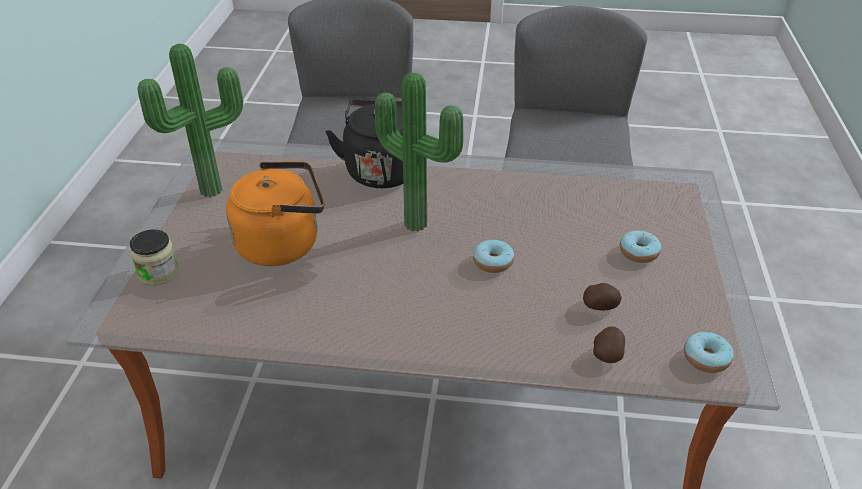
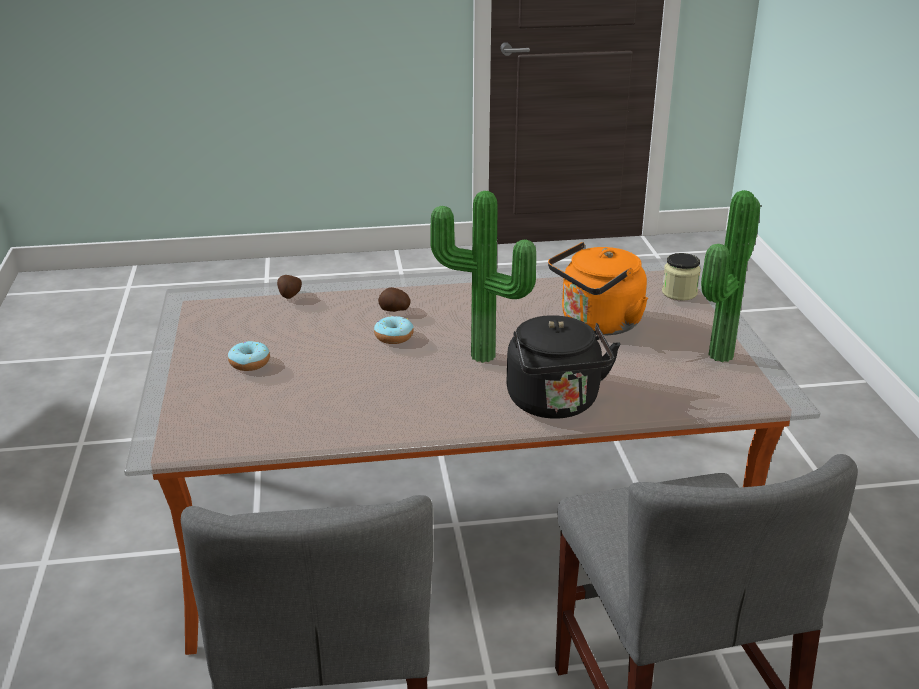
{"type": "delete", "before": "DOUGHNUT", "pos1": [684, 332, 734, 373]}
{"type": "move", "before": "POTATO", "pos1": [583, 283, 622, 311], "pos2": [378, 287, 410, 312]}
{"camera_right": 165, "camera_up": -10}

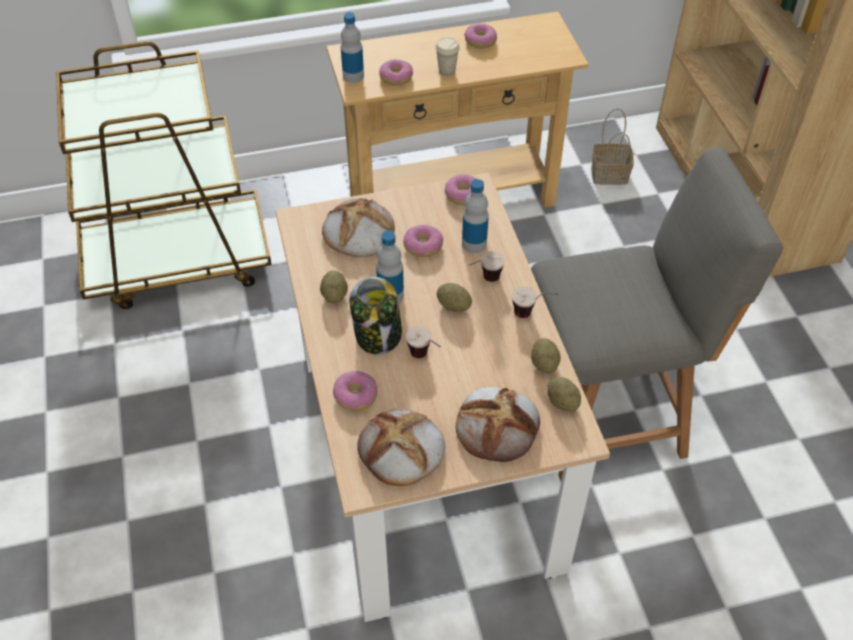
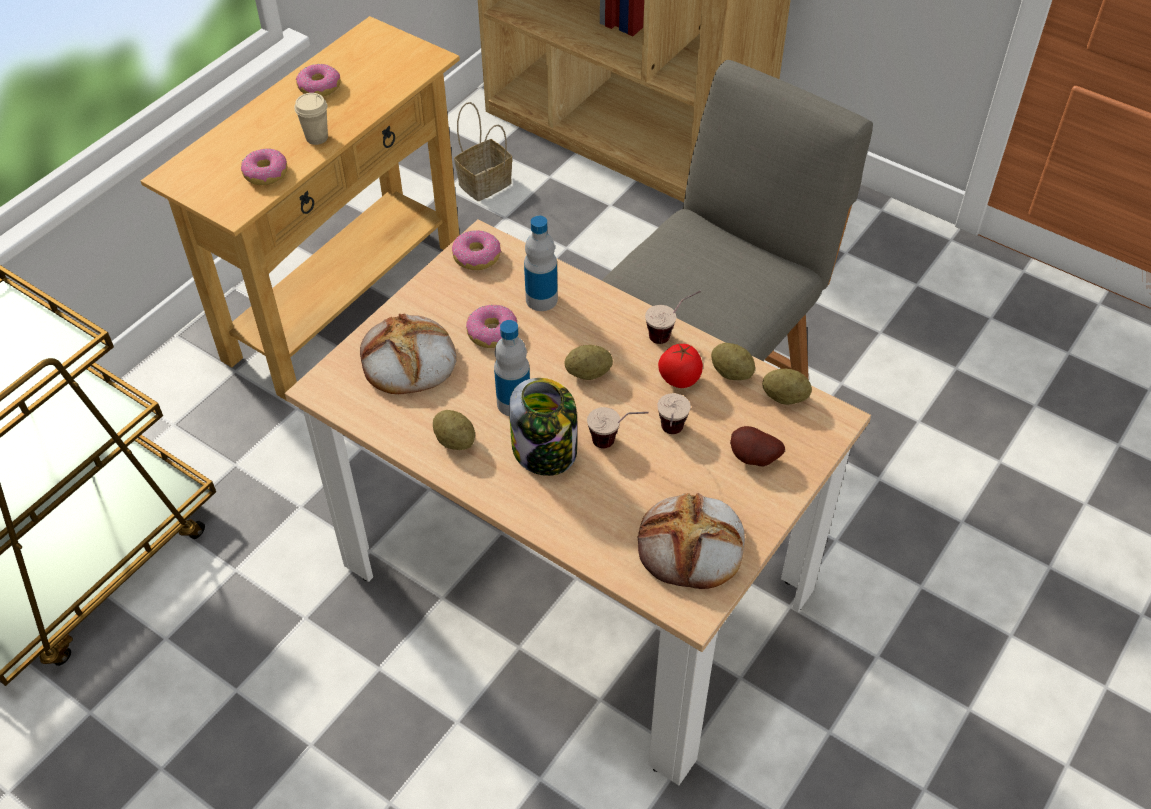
{"type": "delete", "before": "DOUGHNUT", "pos1": [333, 371, 378, 411]}
{"type": "delete", "before": "BEVERAGE BOTTLE", "pos1": [341, 12, 364, 83]}
{"type": "insert", "after": "TOMATO", "pos2": [658, 343, 703, 388]}
{"type": "move", "before": "SMALL CUP", "pos1": [469, 251, 505, 282], "pos2": [657, 393, 691, 434]}
{"type": "replace", "before": "BAKERY BREAD", "after": "POTATO", "pos1": [456, 387, 540, 462], "pos2": [730, 426, 785, 467]}
{"camera_right": -40, "camera_up": 0}

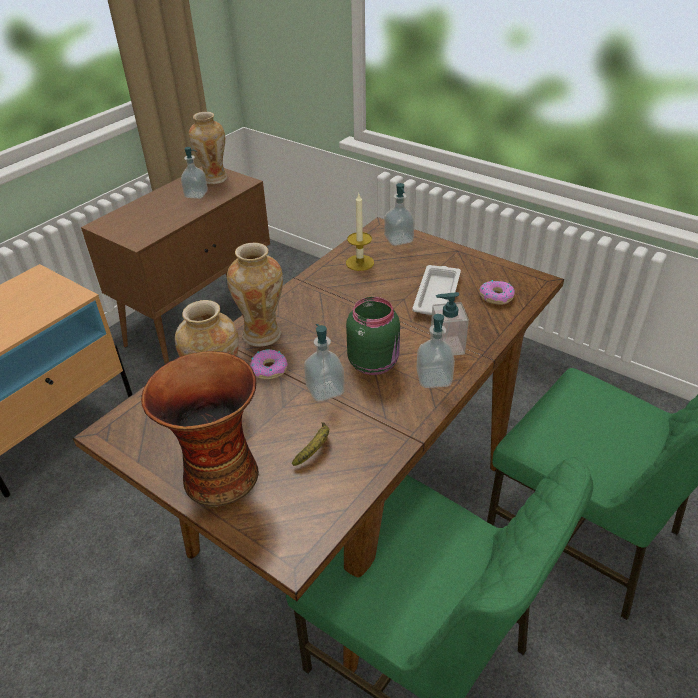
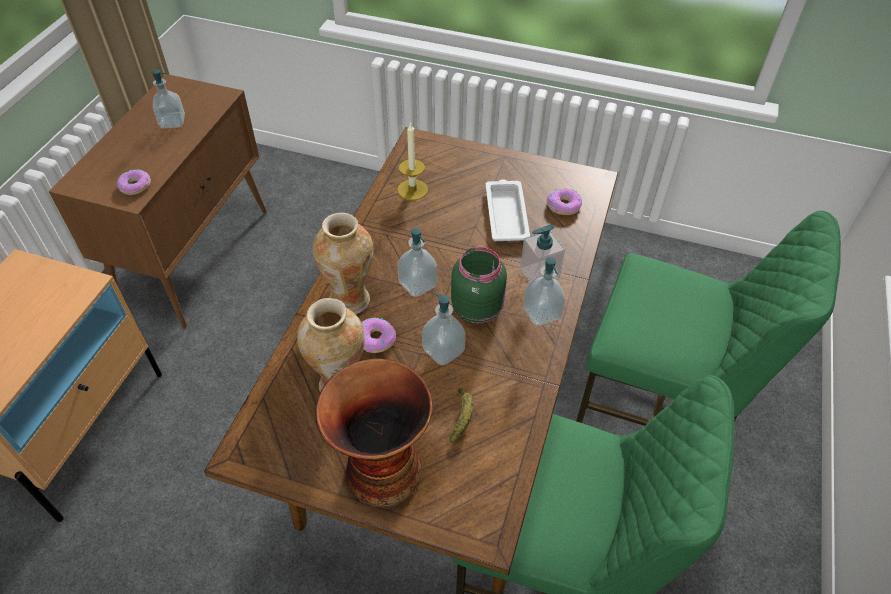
{"type": "delete", "before": "VASE", "pos1": [189, 112, 227, 184]}
{"type": "insert", "after": "DOUGHNUT", "pos2": [117, 169, 151, 195]}
{"type": "move", "before": "SOAP BOTTLE", "pos1": [384, 183, 415, 246], "pos2": [397, 228, 438, 297]}
{"camera_right": -20, "camera_up": 10}

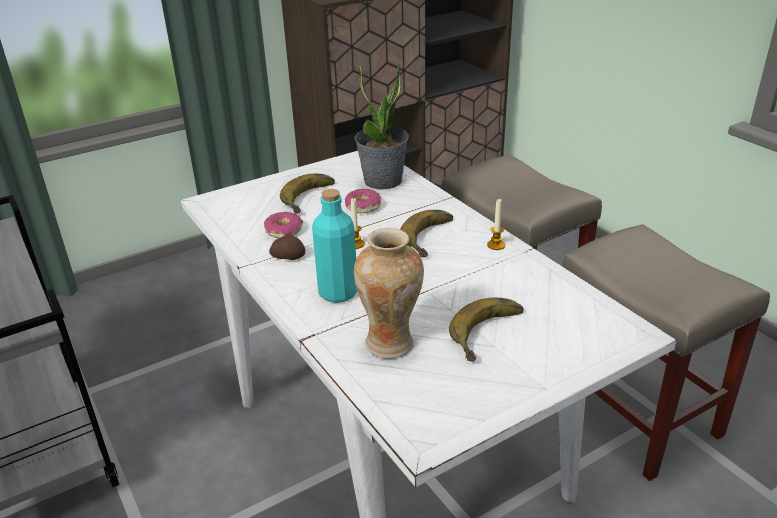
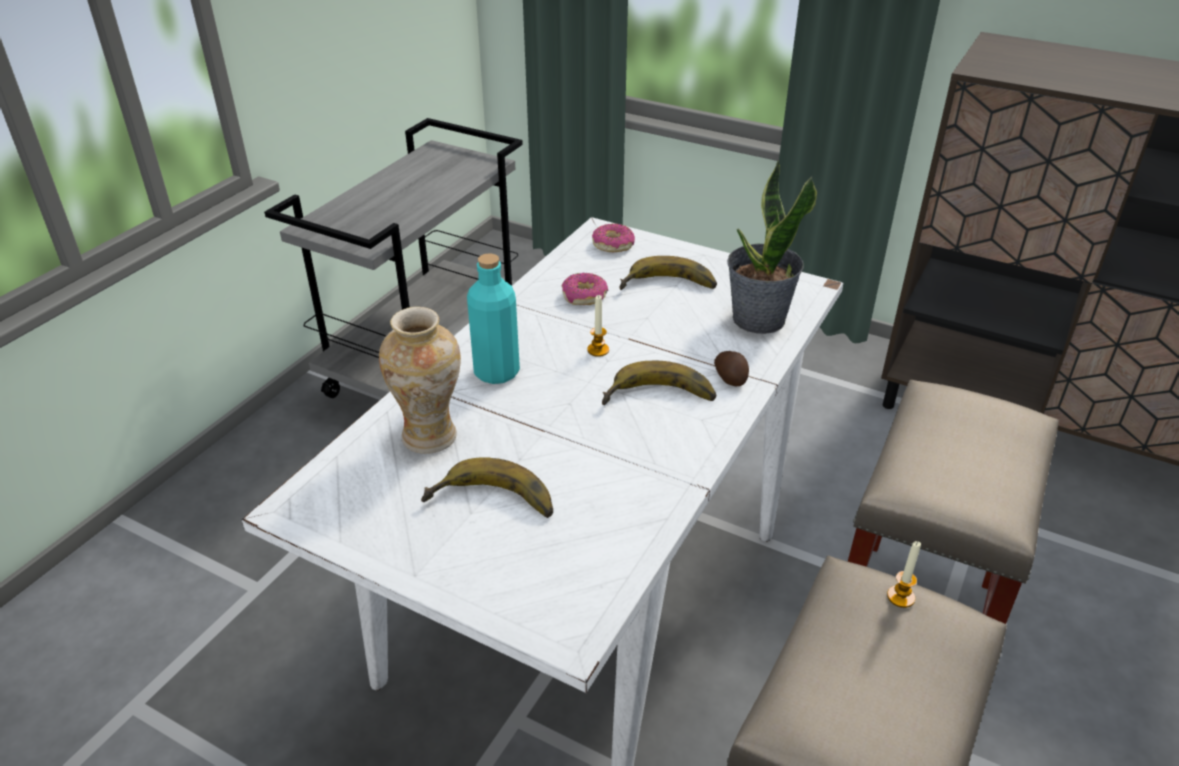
{"type": "move", "before": "POTATO", "pos1": [269, 235, 305, 260], "pos2": [714, 351, 749, 386]}
{"type": "move", "before": "DOUGHNUT", "pos1": [345, 189, 381, 213], "pos2": [592, 224, 635, 252]}
{"type": "move", "before": "WAX CANDLE", "pos1": [487, 199, 505, 250], "pos2": [887, 541, 921, 608]}
{"camera_right": 60, "camera_up": 5}

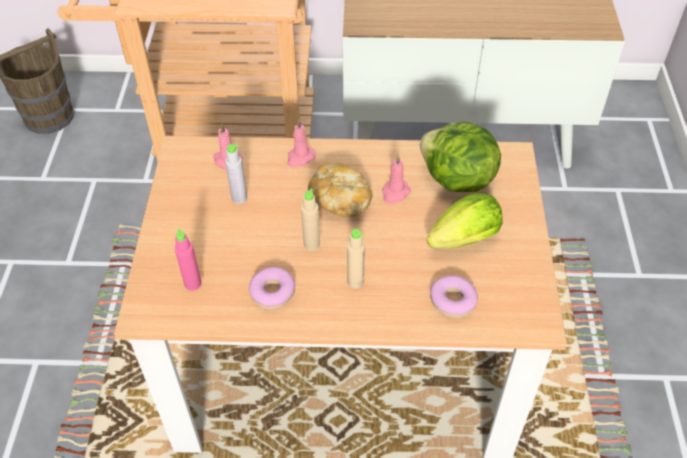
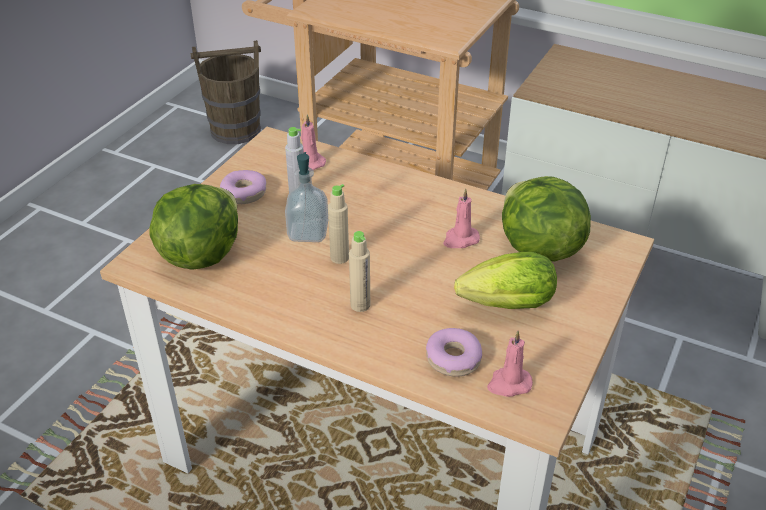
{"type": "delete", "before": "BAKERY BREAD", "pos1": [308, 162, 373, 217]}
{"type": "insert", "after": "SOAP BOTTLE", "pos2": [285, 152, 328, 242]}
{"type": "move", "before": "DOUGHNUT", "pos1": [249, 267, 295, 309], "pos2": [220, 170, 266, 204]}
{"type": "move", "before": "PINK WAX CANDLE", "pos1": [287, 119, 316, 167], "pos2": [487, 331, 533, 397]}
{"type": "replace", "before": "PINK BEVERAGE BOTTLE", "after": "LETTUCE", "pos1": [175, 228, 202, 291], "pos2": [149, 184, 238, 270]}
{"camera_right": 25, "camera_up": -10}

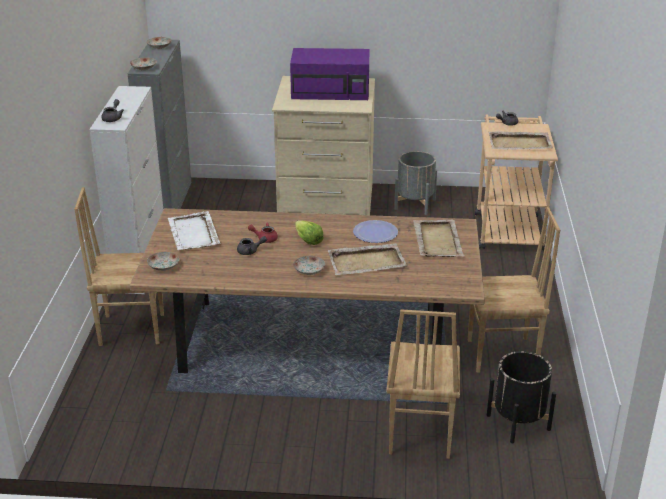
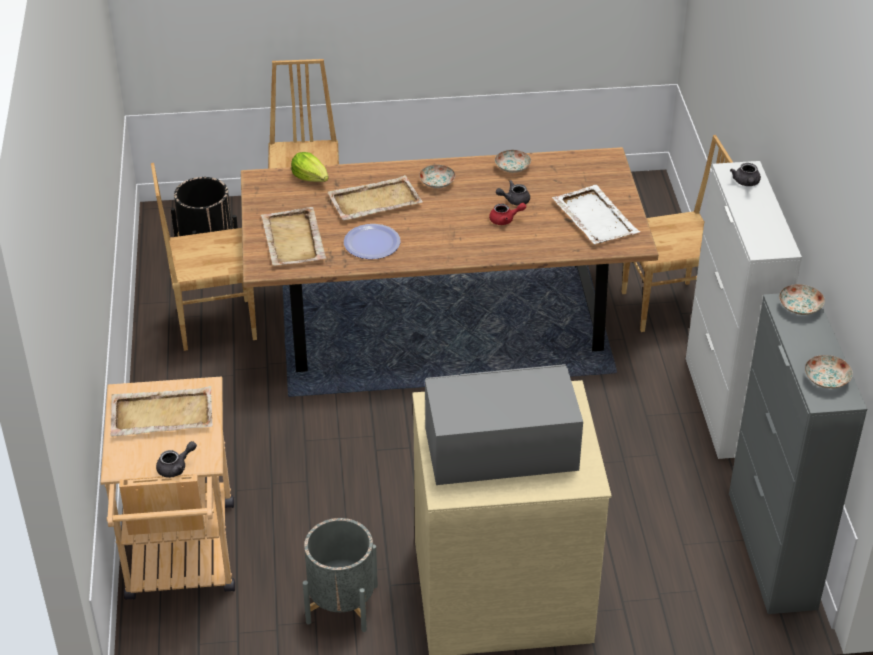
{"type": "move", "before": "PLATE", "pos1": [147, 252, 179, 271], "pos2": [495, 150, 531, 173]}
{"type": "move", "before": "LETTUCE", "pos1": [295, 220, 324, 245], "pos2": [291, 152, 329, 182]}
{"type": "recolor", "before": "PURPLISH KITCHEN MICROWAVE", "after": "GREYISH KITCHEN MICROWAVE", "pos1": [290, 48, 369, 100], "pos2": [425, 364, 583, 485]}
{"camera_right": 170, "camera_up": 10}

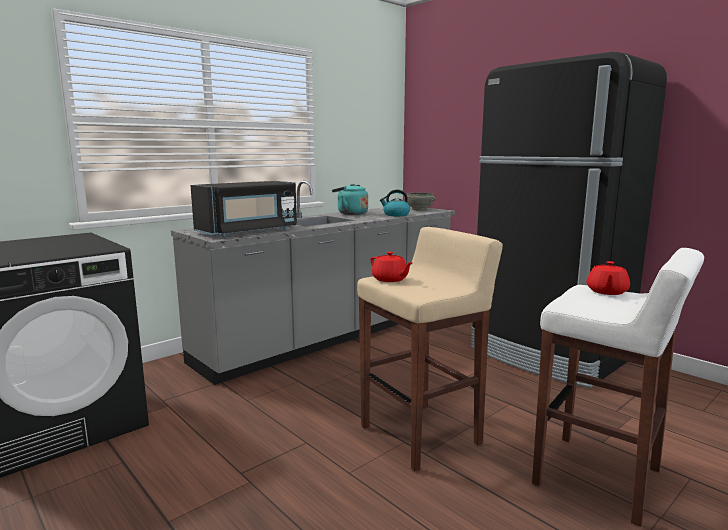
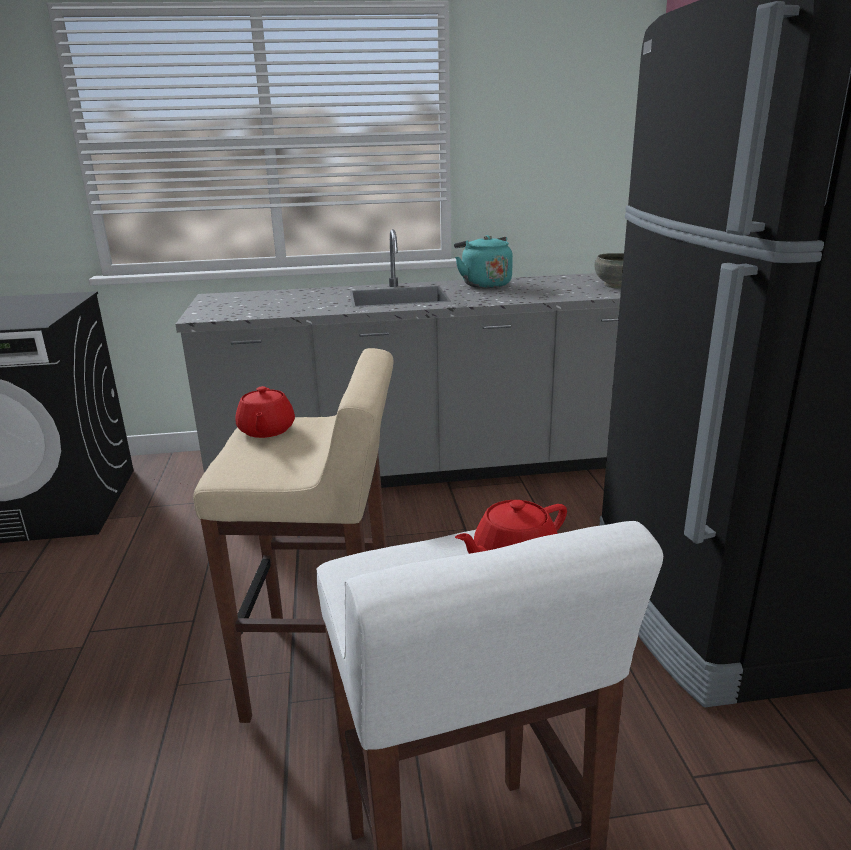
{"type": "delete", "before": "BLACKISH KITCHEN MICROWAVE", "pos1": [190, 181, 297, 237]}
{"type": "delete", "before": "KETTLE", "pos1": [380, 190, 410, 216]}
{"camera_right": 35, "camera_up": 10}

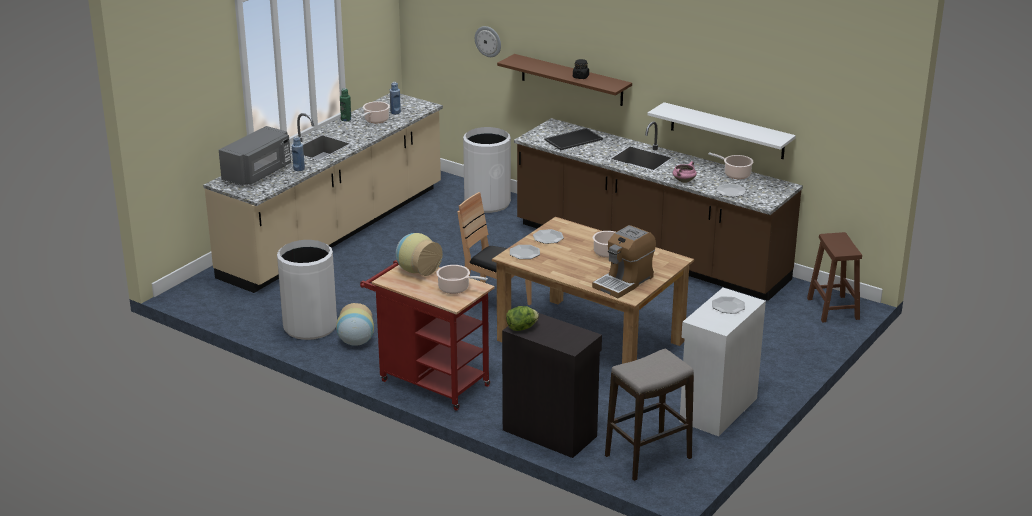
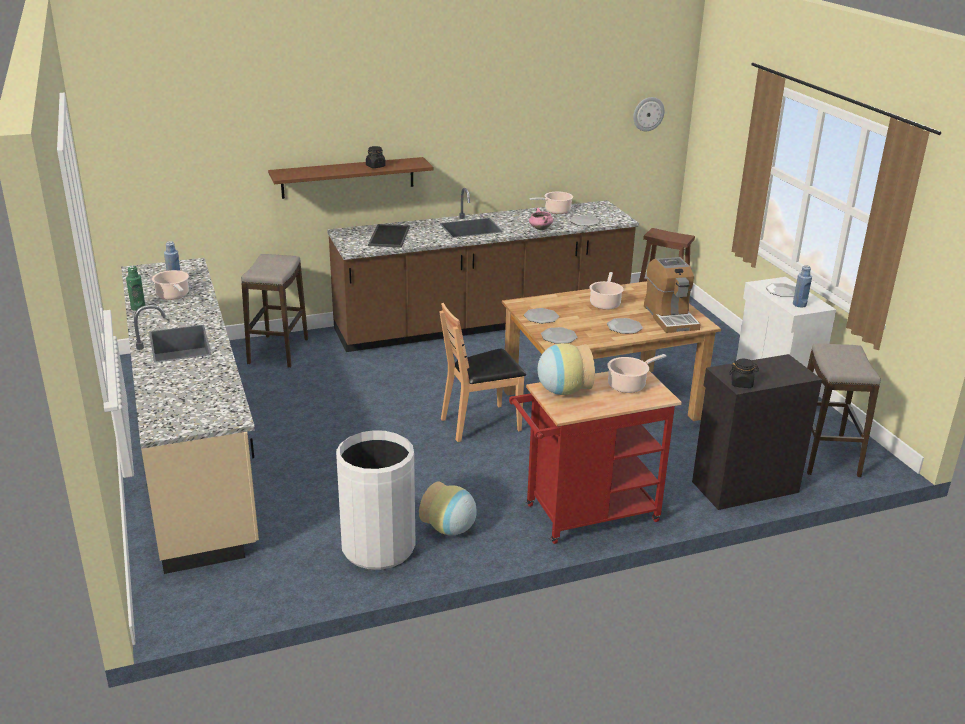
{"type": "delete", "before": "GREYISH KITCHEN MICROWAVE", "pos1": [219, 126, 291, 186]}
{"type": "delete", "before": "WHITE BRACKET SHELF", "pos1": [648, 102, 796, 159]}
{"type": "insert", "after": "PLATE", "pos2": [607, 318, 643, 334]}
{"type": "move", "before": "BLUE-COLOURED BEVERAGE BOTTLE", "pos1": [292, 136, 305, 171], "pos2": [793, 265, 812, 307]}
{"type": "move", "before": "HANGING CLOCK", "pos1": [475, 26, 501, 57], "pos2": [633, 97, 665, 131]}
{"type": "replace", "before": "WHITE WASTE BIN", "after": "STOOL", "pos1": [463, 127, 511, 213], "pos2": [241, 254, 308, 368]}
{"type": "replace", "before": "LETTUCE", "after": "BLACKISH PRESERVE JAR", "pos1": [506, 306, 539, 331], "pos2": [730, 359, 759, 388]}
{"camera_right": -55, "camera_up": 0}

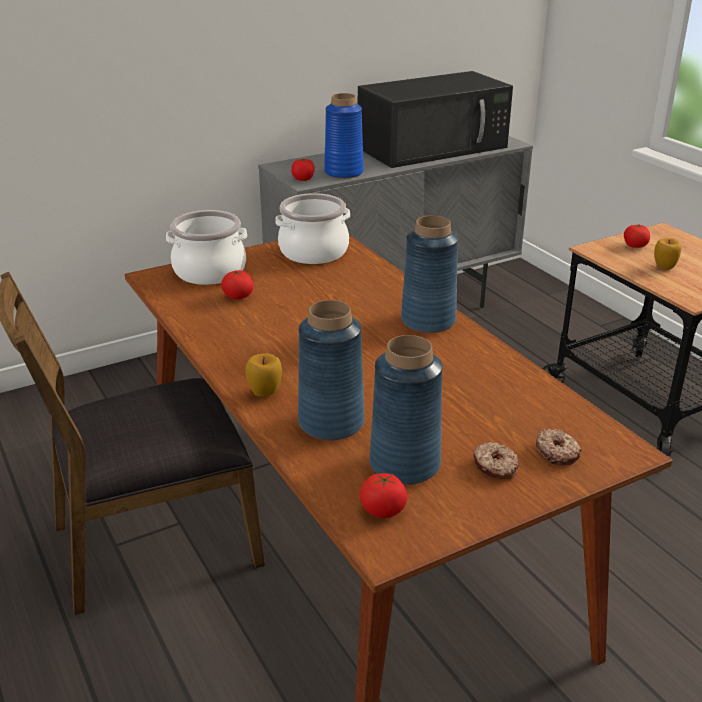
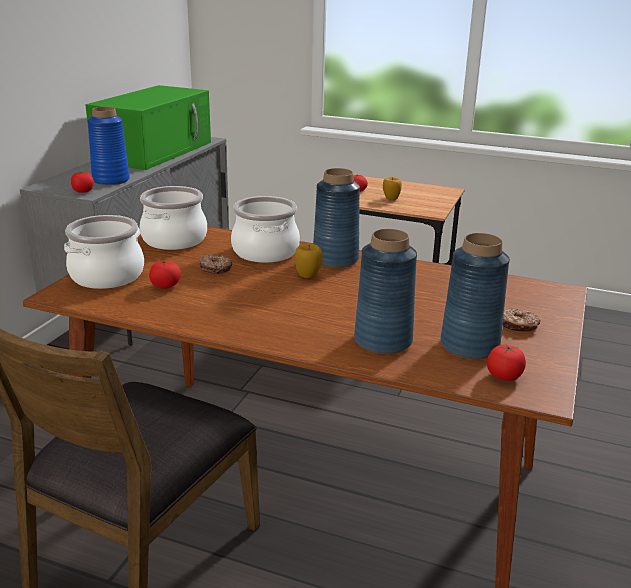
{"type": "insert", "after": "COOKING POT", "pos2": [231, 196, 300, 263]}
{"type": "move", "before": "WHOLE APPLE", "pos1": [246, 353, 282, 397], "pos2": [295, 244, 323, 278]}
{"type": "move", "before": "DOUGHNUT", "pos1": [536, 429, 582, 466], "pos2": [199, 255, 232, 274]}
{"type": "recolor", "before": "BLACKISH KITCHEN MICROWAVE", "after": "GREEN-COLOURED KITCHEN MICROWAVE", "pos1": [358, 71, 513, 168], "pos2": [86, 85, 211, 170]}
{"camera_right": -40, "camera_up": -5}

